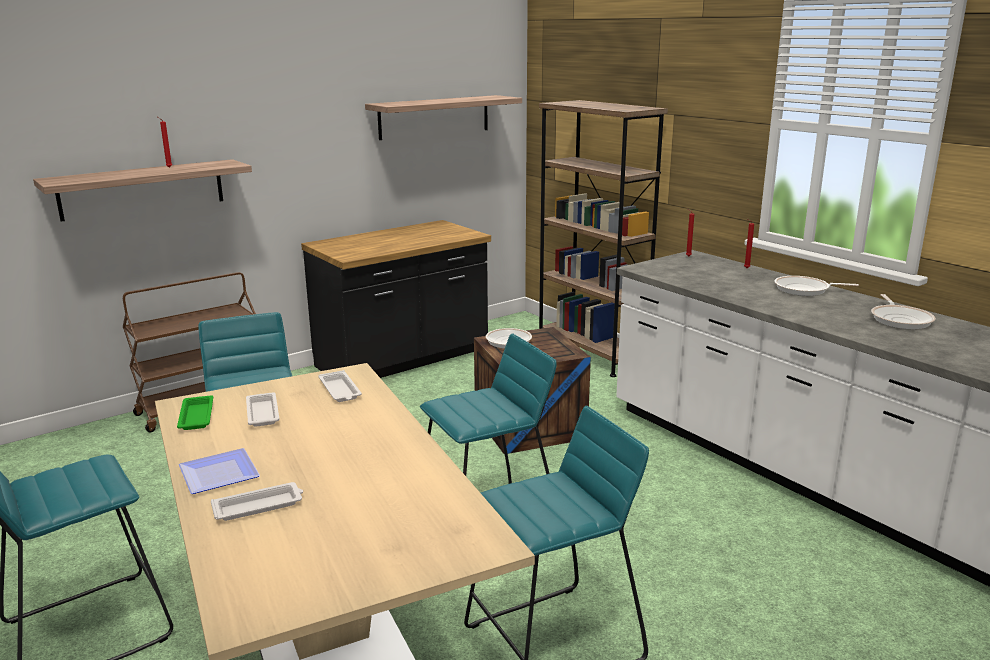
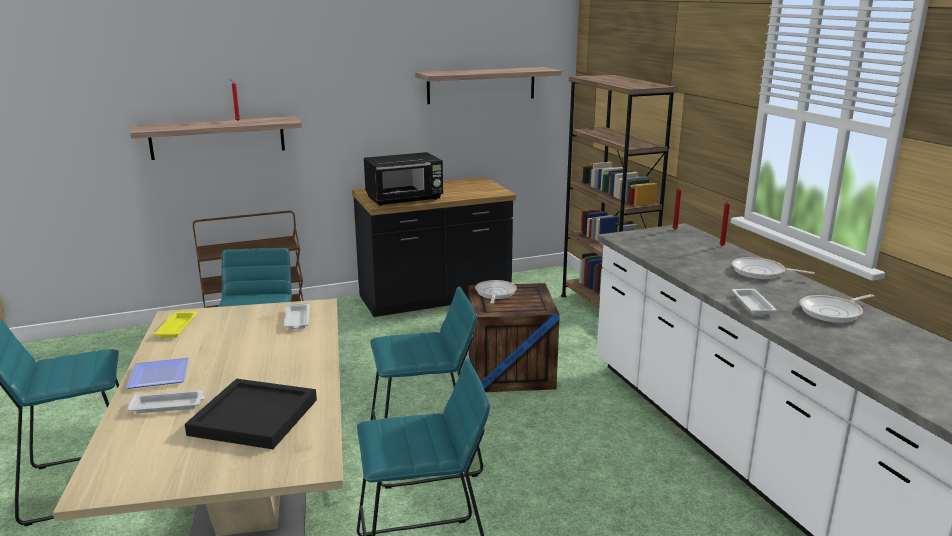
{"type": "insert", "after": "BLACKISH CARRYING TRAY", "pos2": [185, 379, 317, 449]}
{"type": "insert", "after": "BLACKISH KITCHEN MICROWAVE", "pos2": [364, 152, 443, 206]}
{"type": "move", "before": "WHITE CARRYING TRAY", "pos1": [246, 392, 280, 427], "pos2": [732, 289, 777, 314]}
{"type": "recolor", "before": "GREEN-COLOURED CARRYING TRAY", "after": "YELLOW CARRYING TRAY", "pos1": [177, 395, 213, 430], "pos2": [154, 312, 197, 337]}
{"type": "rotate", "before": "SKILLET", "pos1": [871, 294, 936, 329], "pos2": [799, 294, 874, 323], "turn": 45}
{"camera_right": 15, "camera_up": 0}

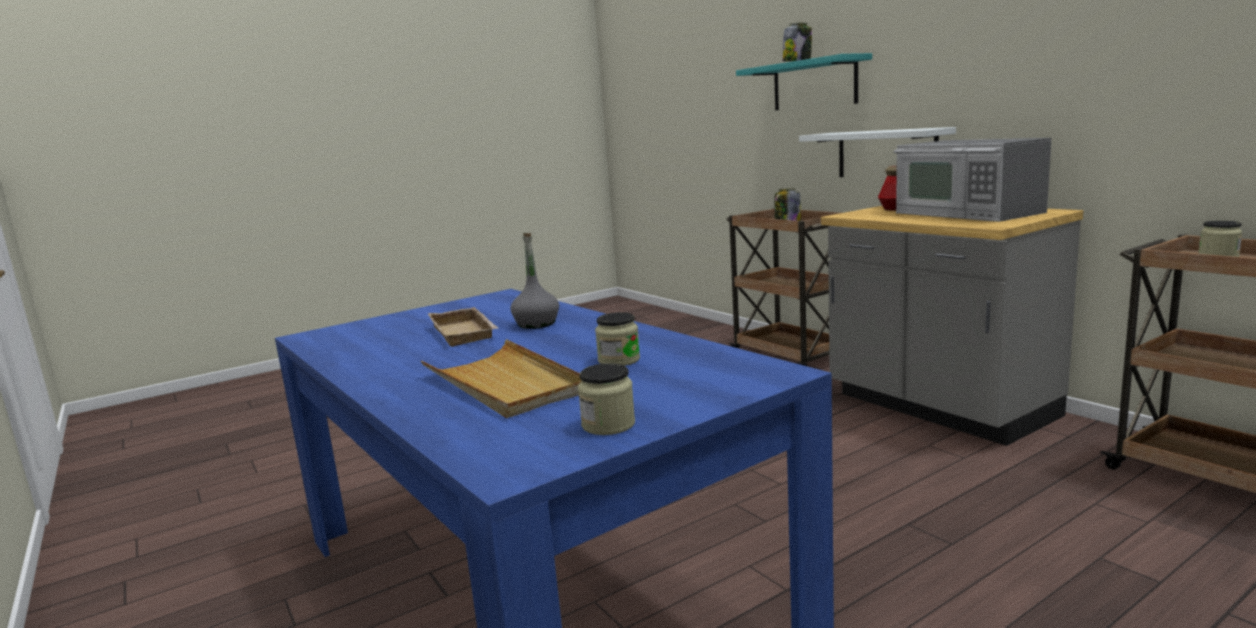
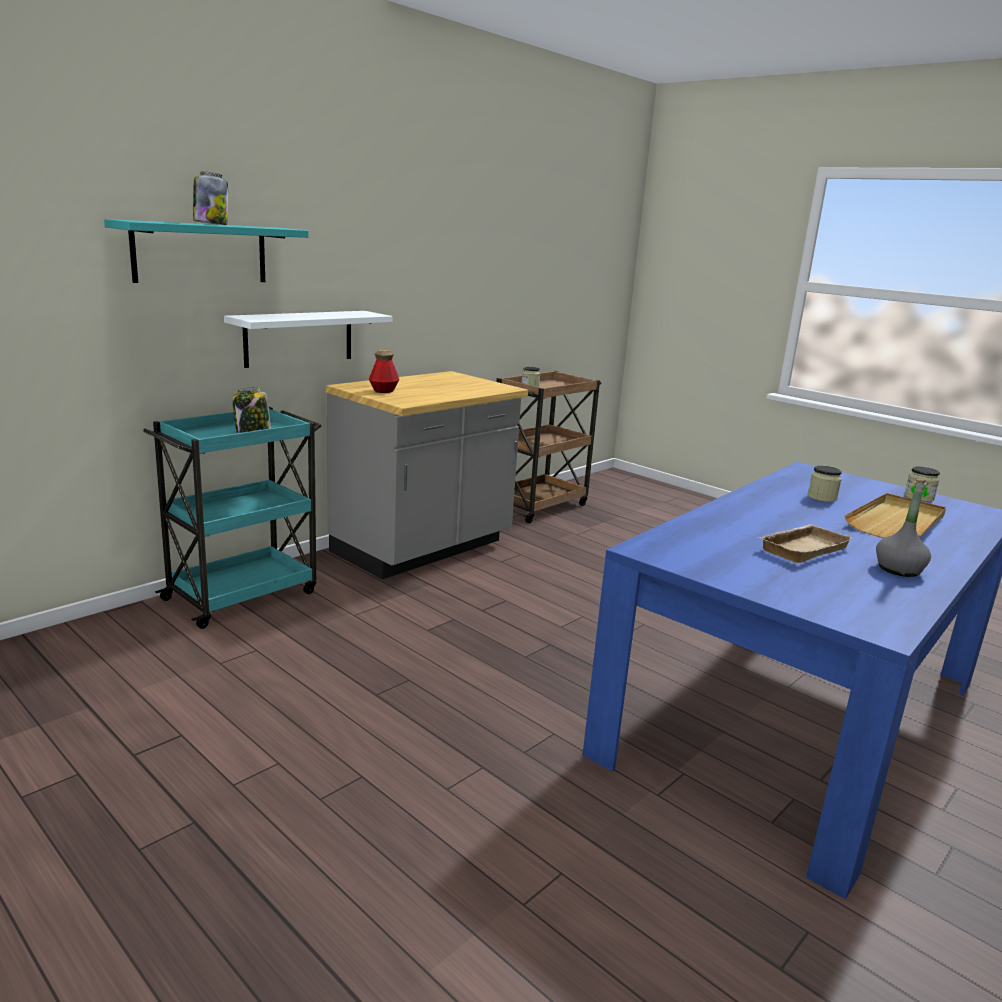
{"type": "delete", "before": "KITCHEN MICROWAVE", "pos1": [893, 138, 1052, 222]}
{"type": "move", "before": "GREYISH BEVERAGE BOTTLE", "pos1": [510, 233, 559, 329], "pos2": [876, 479, 931, 577]}
{"type": "recolor", "before": "BROWN-COLOURED CART", "after": "TURQUOISE CART", "pos1": [726, 208, 840, 366], "pos2": [143, 407, 322, 629]}
{"camera_right": -105, "camera_up": 5}

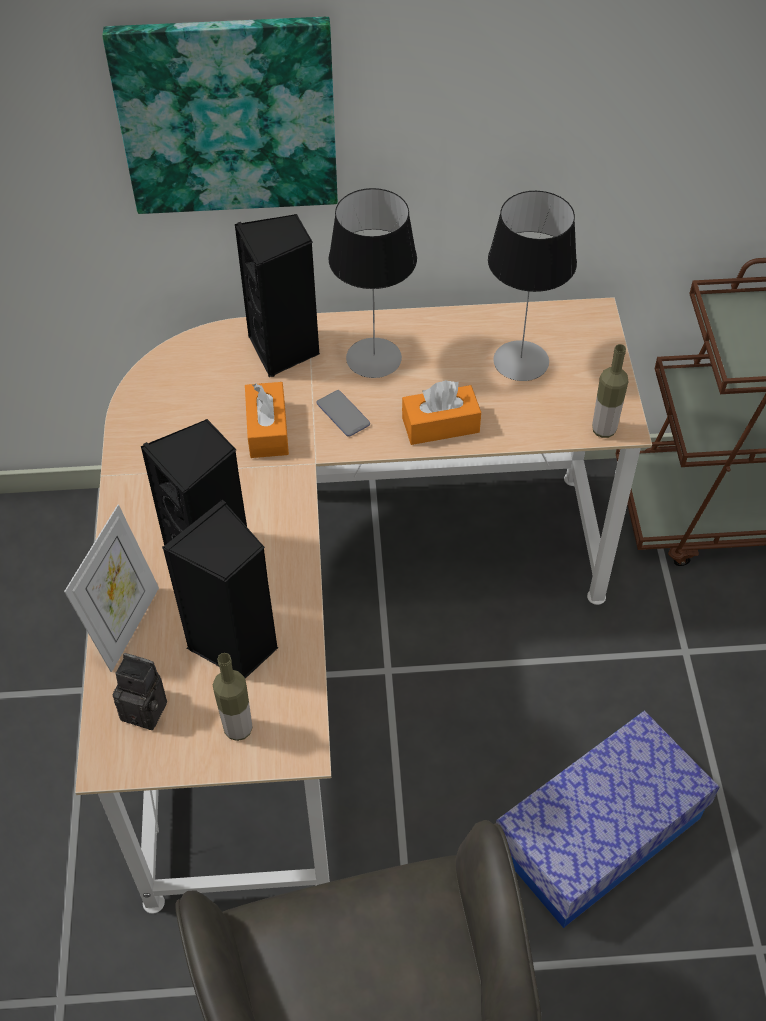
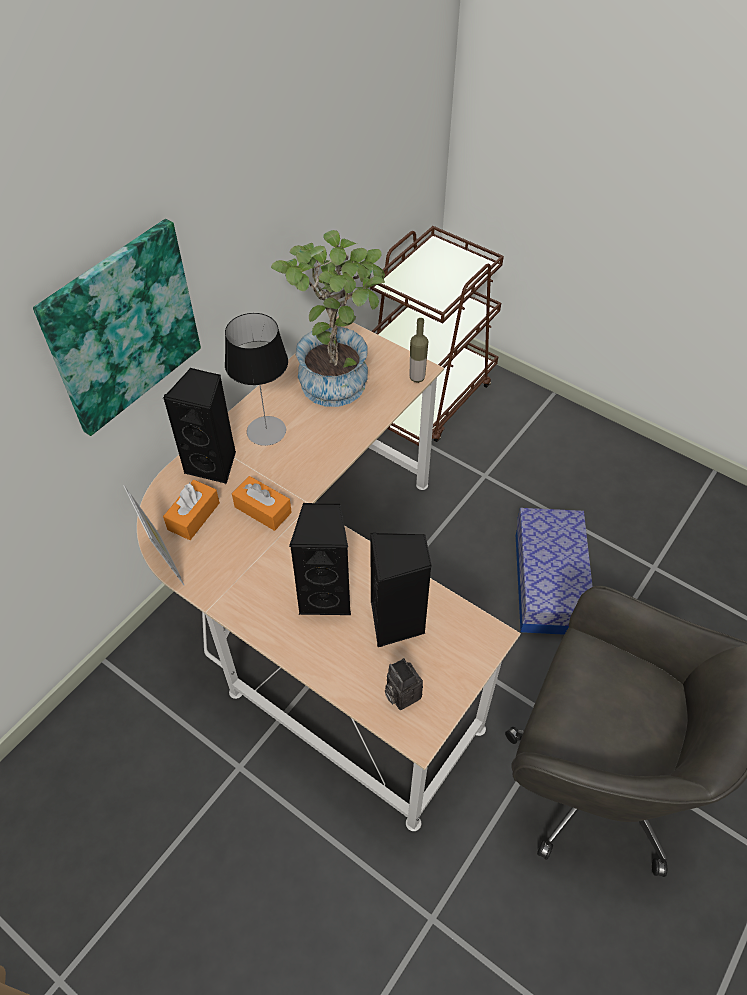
{"type": "delete", "before": "BEVERAGE BOTTLE", "pos1": [213, 653, 253, 741]}
{"type": "delete", "before": "TELEPHONE", "pos1": [316, 390, 370, 437]}
{"type": "move", "before": "PHOTO FRAME", "pos1": [64, 505, 159, 672], "pos2": [123, 485, 184, 585]}
{"type": "move", "before": "ORANGEY BOX OF TISSUES", "pos1": [402, 380, 481, 445], "pos2": [163, 480, 220, 540]}
{"type": "replace", "before": "LAMP FOR A TABLE", "after": "PLANT IN A POT", "pos1": [488, 191, 577, 381], "pos2": [271, 230, 385, 407]}
{"type": "rotate", "before": "STILL CAMERA", "pos1": [113, 653, 167, 730], "pos2": [385, 658, 423, 710], "turn": -90}
{"camera_right": -50, "camera_up": 0}

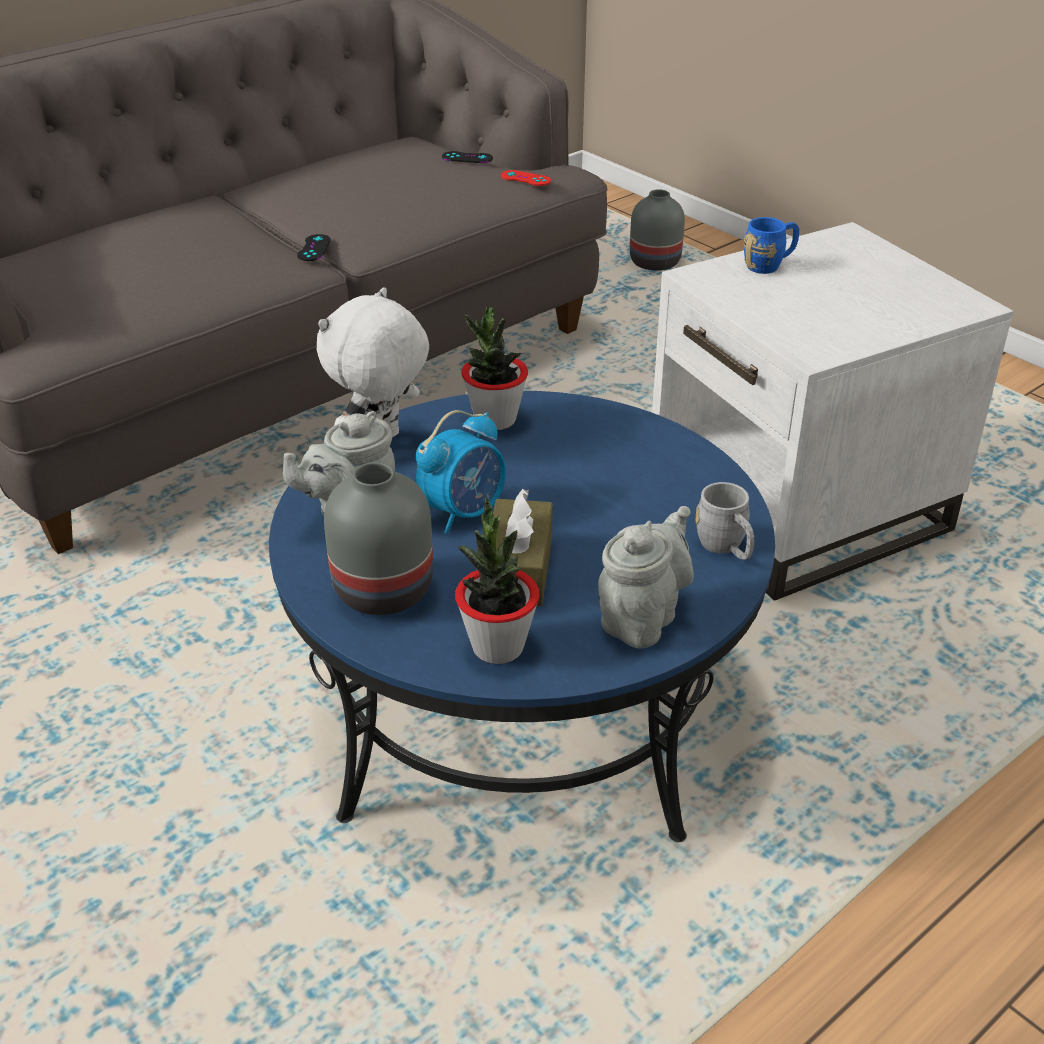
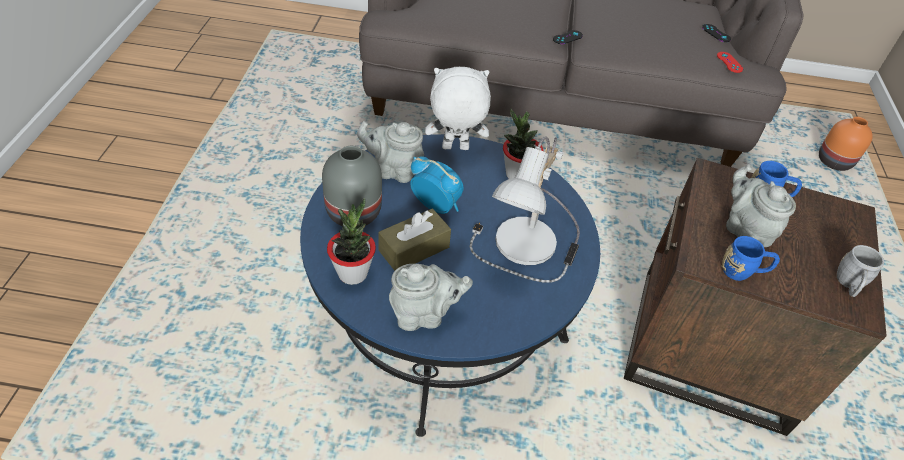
{"type": "insert", "after": "LAMP FOR A TABLE", "pos2": [470, 137, 580, 283]}
{"type": "insert", "after": "BLUE-COLOURED MUG", "pos2": [722, 236, 780, 281]}
{"type": "insert", "after": "GREYISH TEAPOT", "pos2": [726, 164, 796, 247]}
{"type": "move", "before": "GREYISH MUG", "pos1": [696, 482, 754, 560], "pos2": [837, 245, 884, 297]}
{"type": "recolor", "before": "GREYISH VASE", "after": "ORANGEY VASE", "pos1": [630, 189, 685, 271], "pos2": [819, 117, 873, 171]}
{"type": "recolor", "before": "WHITE SIDE TABLE", "after": "BROWN-COLOURED SIDE TABLE", "pos1": [652, 222, 1014, 601], "pos2": [624, 158, 887, 436]}
{"type": "rotate", "before": "TABLE CLOCK", "pos1": [416, 410, 506, 534], "pos2": [410, 156, 464, 214], "turn": -150}
{"camera_right": 45, "camera_up": 10}

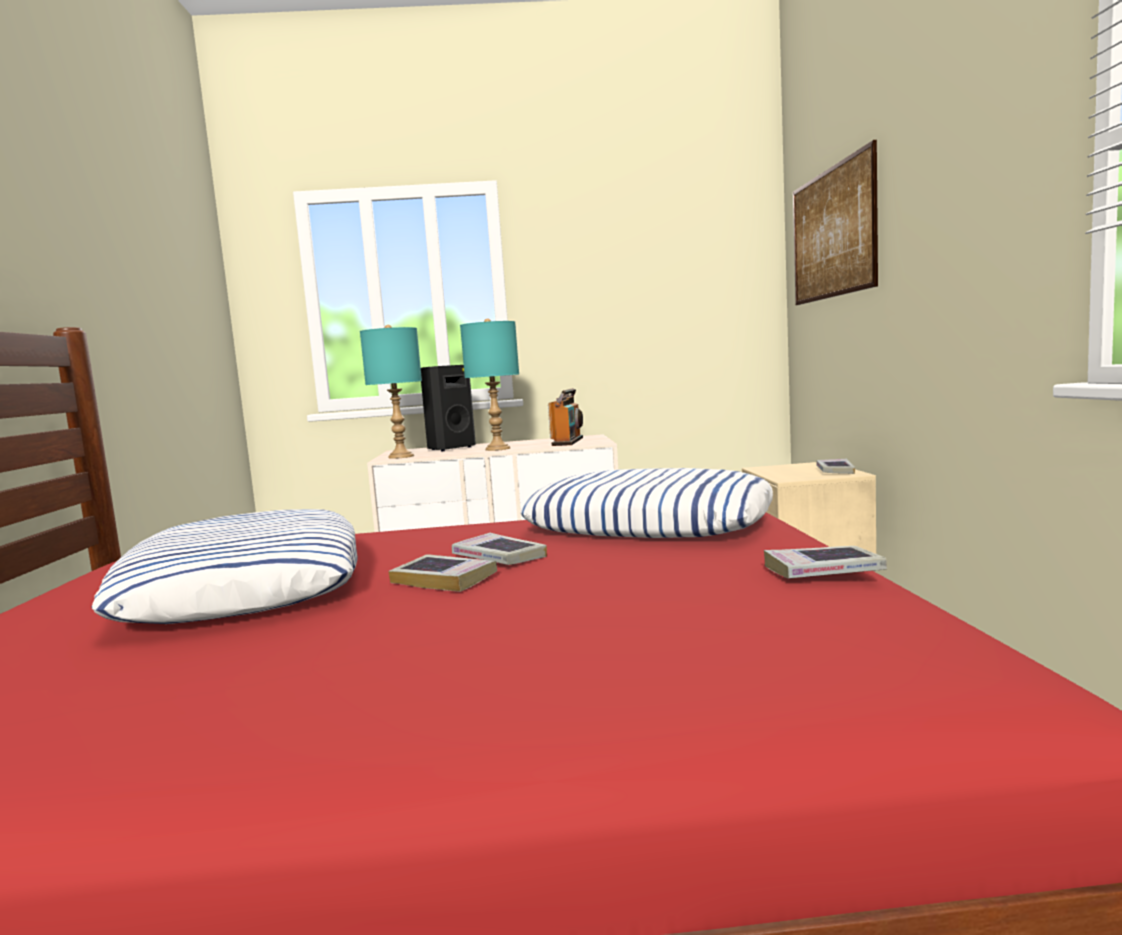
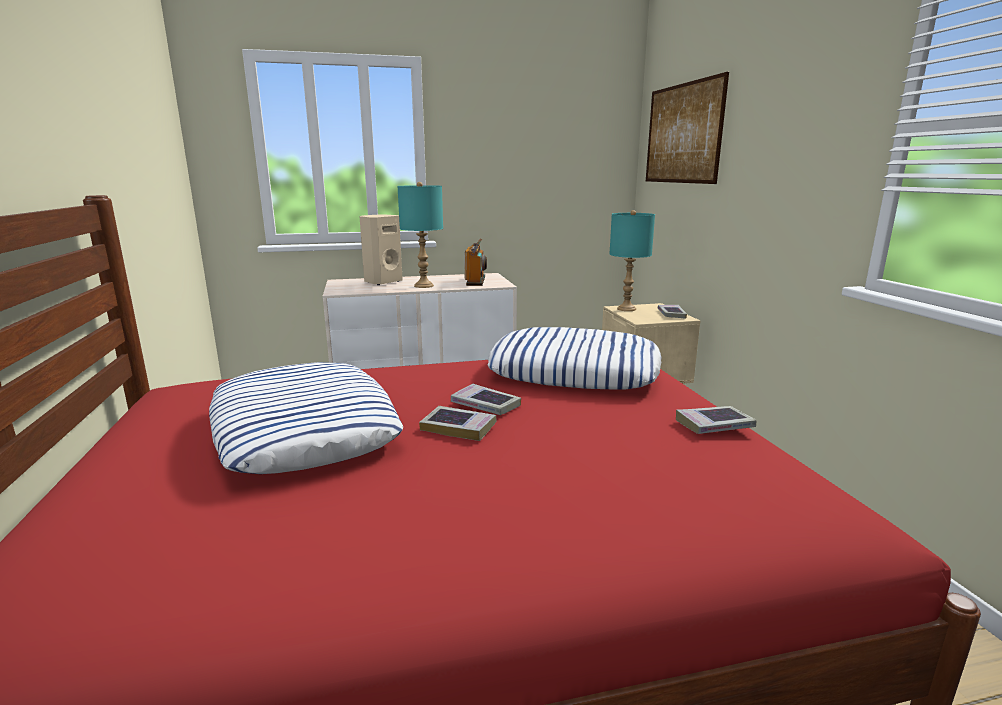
{"type": "move", "before": "TURQUOISE LAMP FOR A TABLE", "pos1": [360, 325, 422, 459], "pos2": [609, 210, 655, 311]}
{"type": "recolor", "before": "BLACKISH LOUDSPEAKER", "after": "SAND-COLOURED LOUDSPEAKER", "pos1": [421, 365, 476, 451], "pos2": [359, 214, 403, 285]}
{"camera_right": -10, "camera_up": 10}

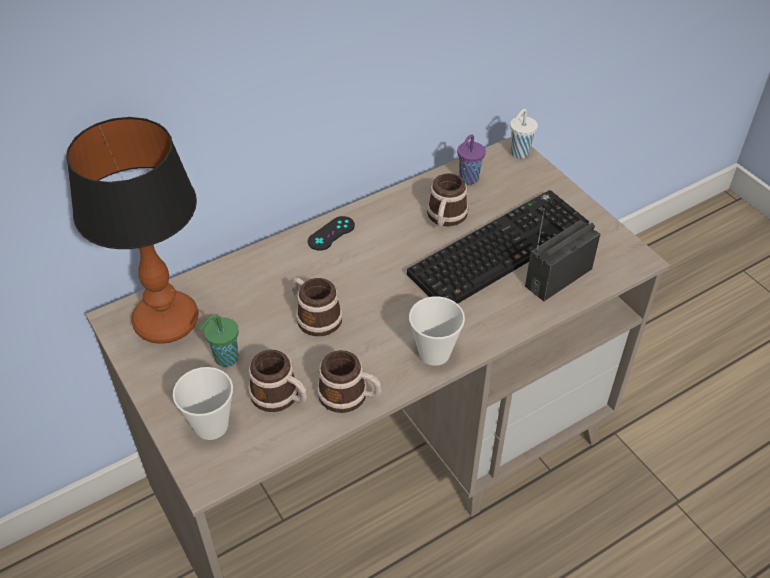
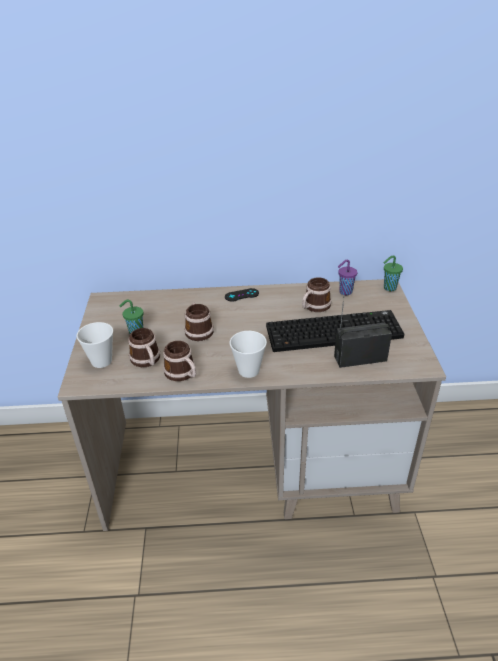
{"type": "delete", "before": "LAMP FOR A TABLE", "pos1": [66, 117, 199, 344]}
{"type": "recolor", "before": "WHITE SMALL CUP", "after": "GREEN-COLOURED SMALL CUP", "pos1": [510, 109, 538, 159], "pos2": [383, 255, 403, 291]}
{"camera_right": 30, "camera_up": -10}

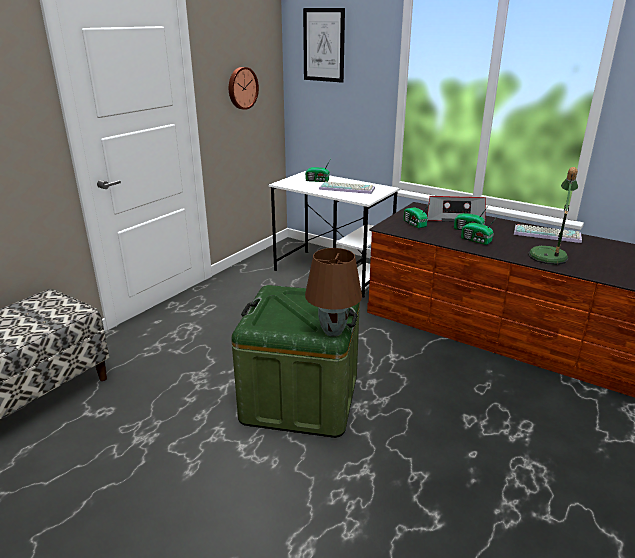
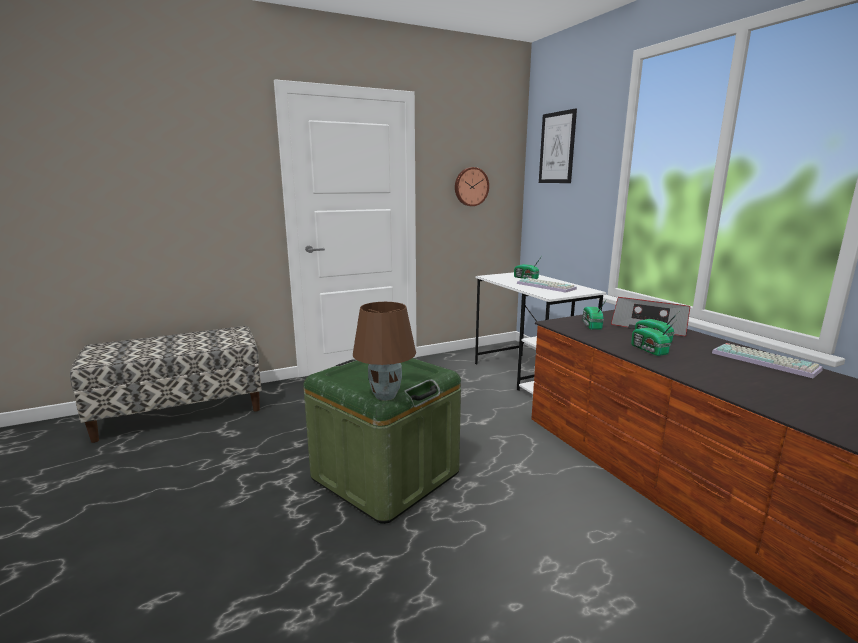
{"type": "delete", "before": "LAMP FOR A TABLE", "pos1": [528, 167, 578, 265]}
{"camera_right": 30, "camera_up": -10}

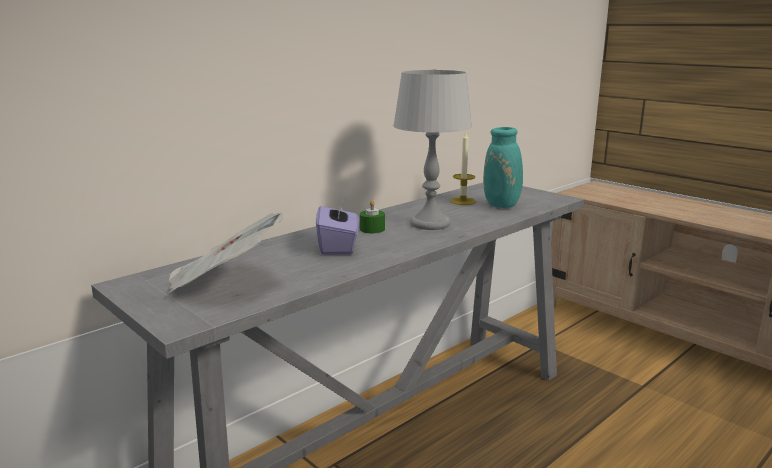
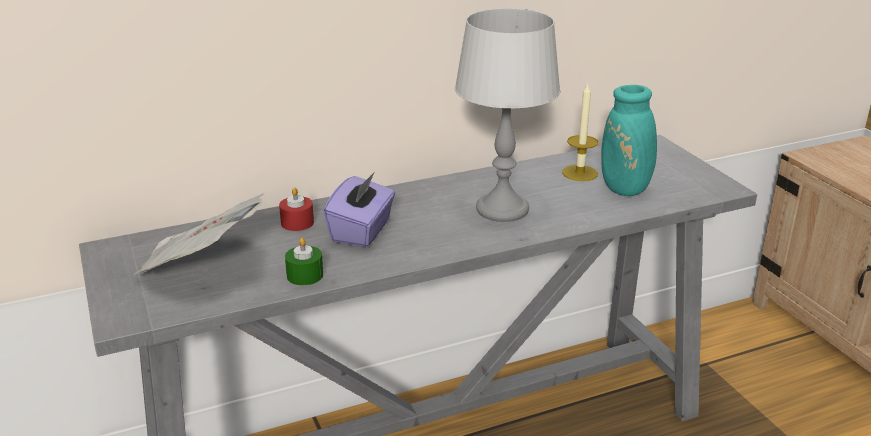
{"type": "insert", "after": "RED WAX CANDLE", "pos2": [279, 188, 314, 231]}
{"type": "move", "before": "GREEN-COLOURED WAX CANDLE", "pos1": [360, 200, 385, 233], "pos2": [285, 237, 323, 285]}
{"camera_right": 20, "camera_up": 10}

